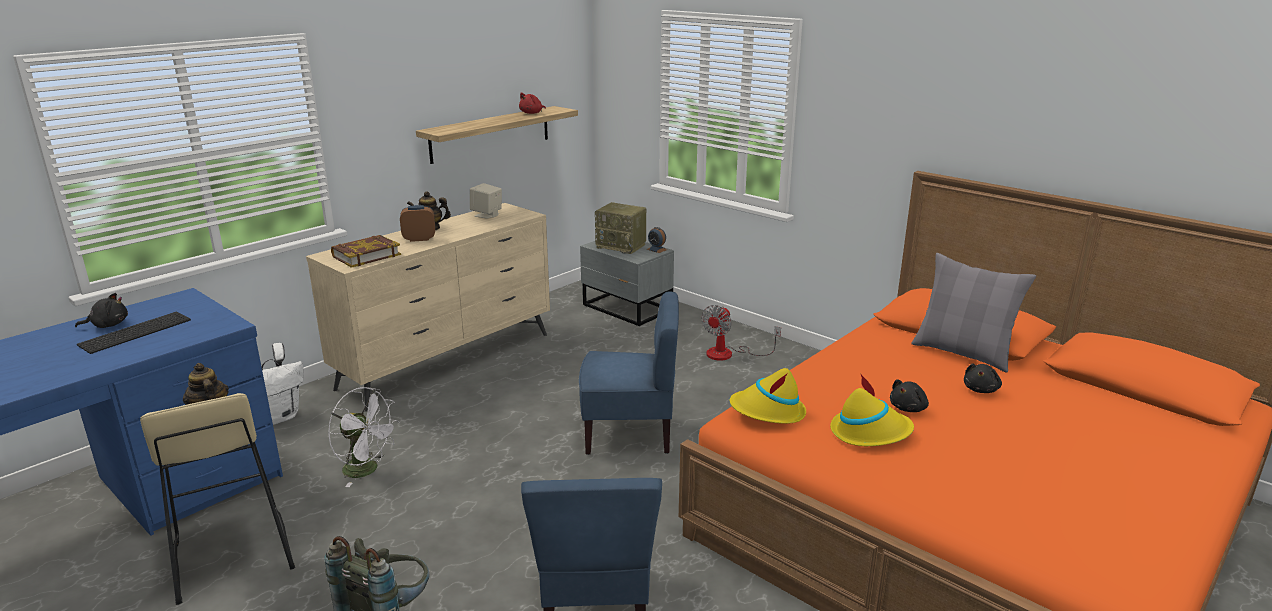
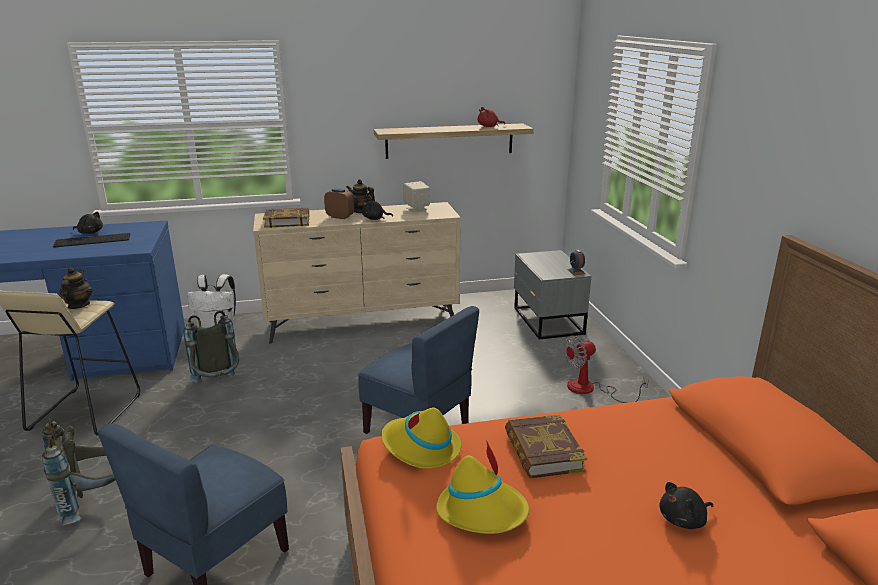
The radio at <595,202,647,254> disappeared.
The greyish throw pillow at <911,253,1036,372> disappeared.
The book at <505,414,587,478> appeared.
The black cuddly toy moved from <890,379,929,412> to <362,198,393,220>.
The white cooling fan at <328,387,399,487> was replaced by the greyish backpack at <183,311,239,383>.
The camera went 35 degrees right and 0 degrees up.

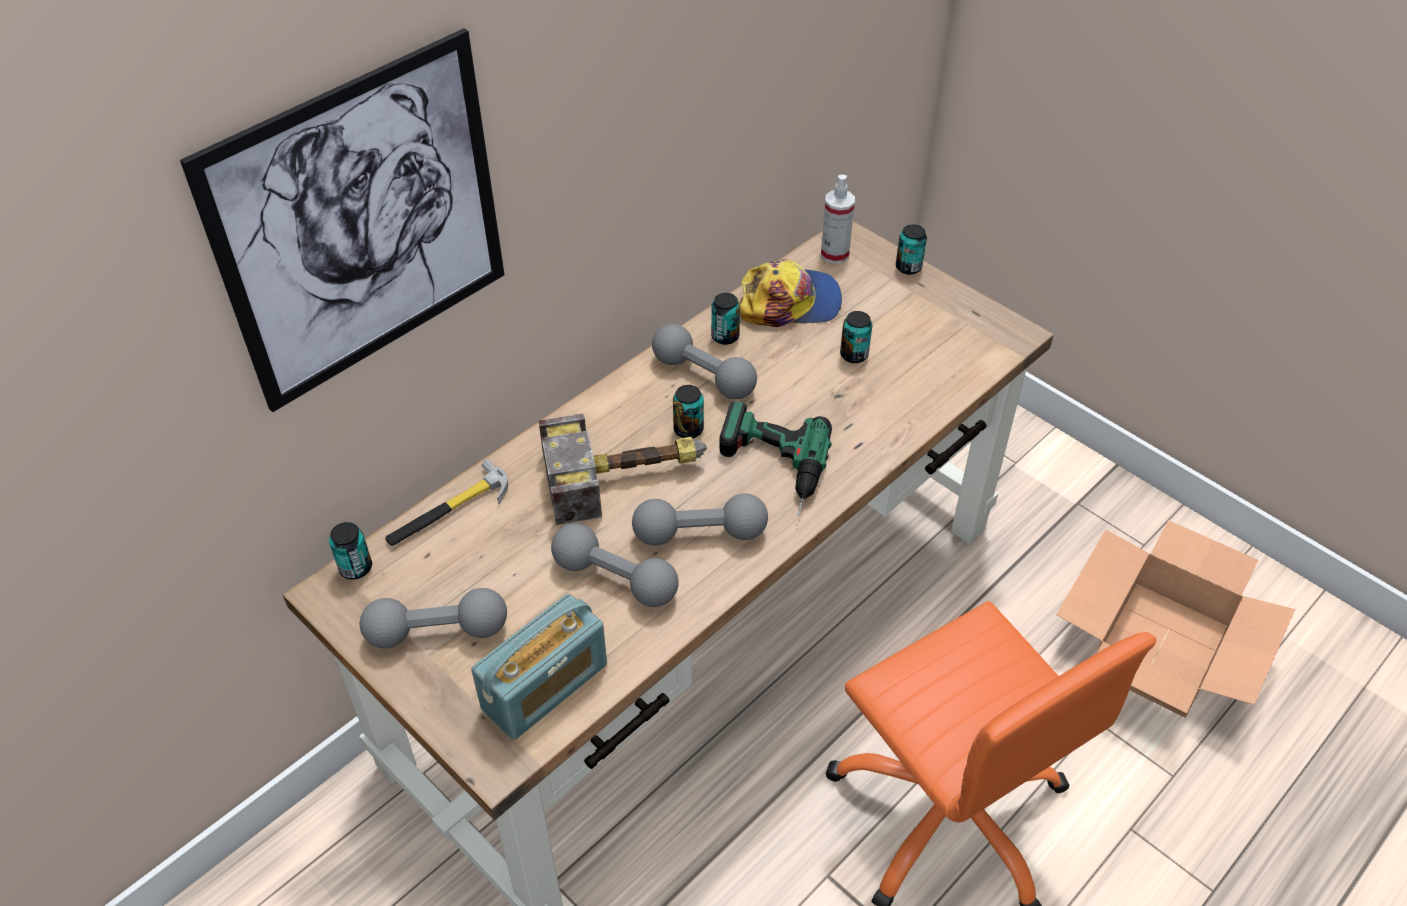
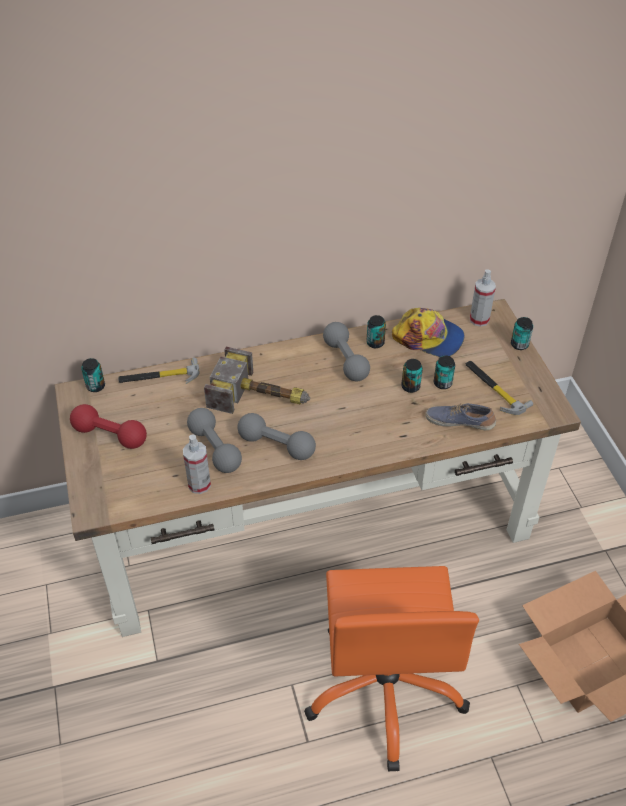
The wall art at <180,28,505,412> disappeared.
The radio at <471,594,607,740> disappeared.
The drill at <719,401,832,516> disappeared.
The hand sprayer at <183,435,211,494> appeared.
The item of footwear at <425,403,496,430> appeared.
The hand hammer at <466,361,533,415> appeared.
The can moved from <673,385,704,439> to <401,359,423,393>.
The greyish dumbbell at <359,588,507,648> became the red-coloured dumbbell at <70,404,147,449>.
The camera went 30 degrees right and 0 degrees up.

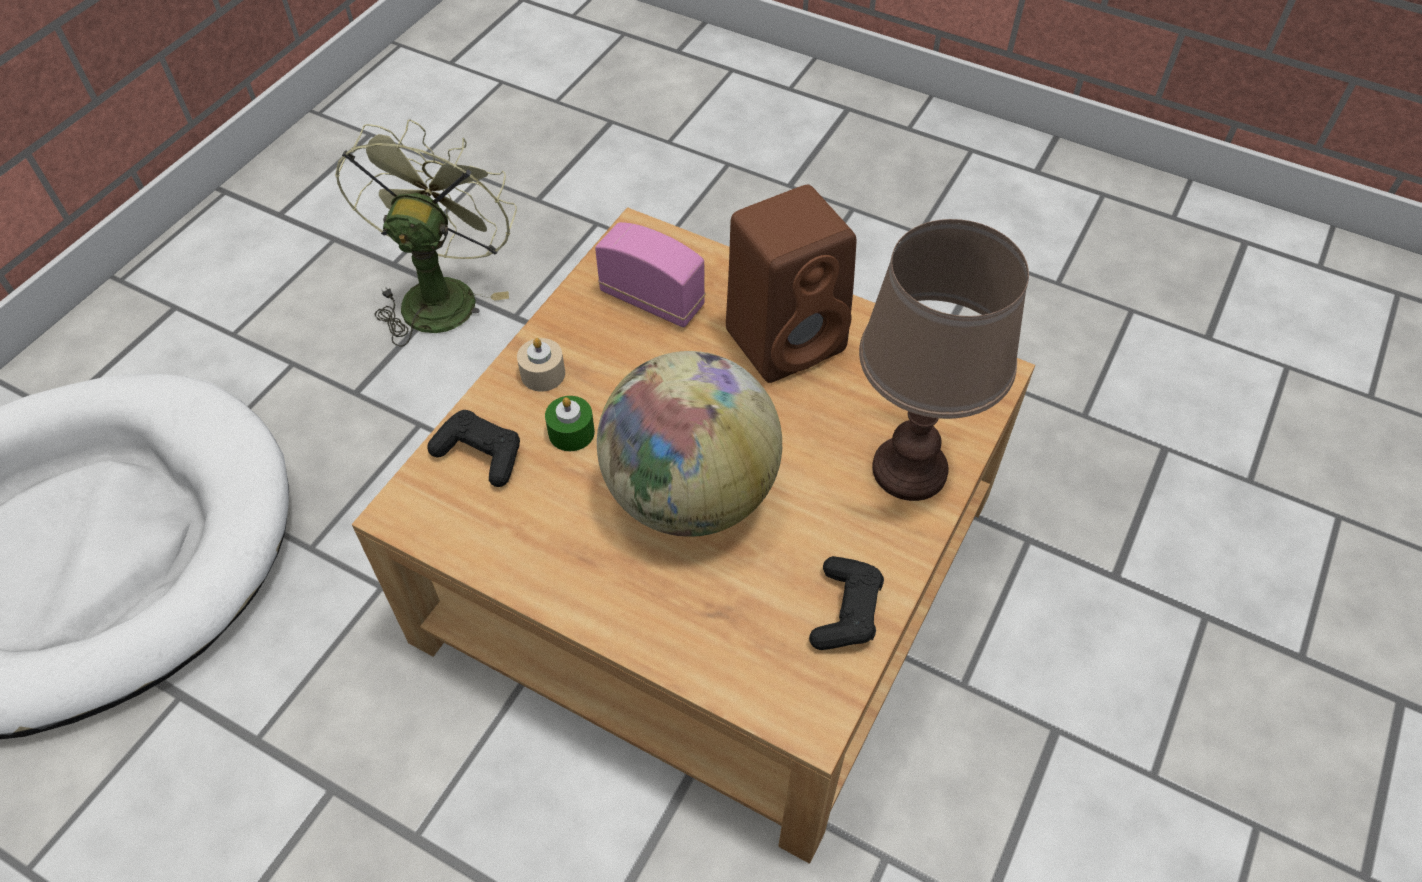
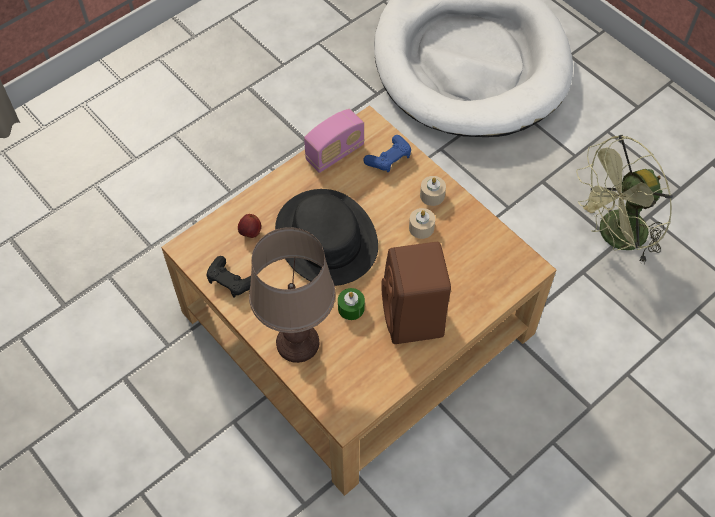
The apple at <238,214,261,238> appeared.
The sand-coloured wax light at <409,208,435,239> appeared.
The green-coloured wax light moved from <545,396,595,451> to <338,288,365,320>.
The radio moved from <595,222,705,328> to <304,109,365,173>.
The desk globe at <597,351,782,537> was replaced by the black hat at <275,189,378,286>.
The black game controller at <427,410,520,487> became the blue game controller at <363,135,411,173>.
The green-coloured cooling fan at <335,120,517,347> turned 120 degrees clockwise.
The camera went 110 degrees right and 5 degrees up.

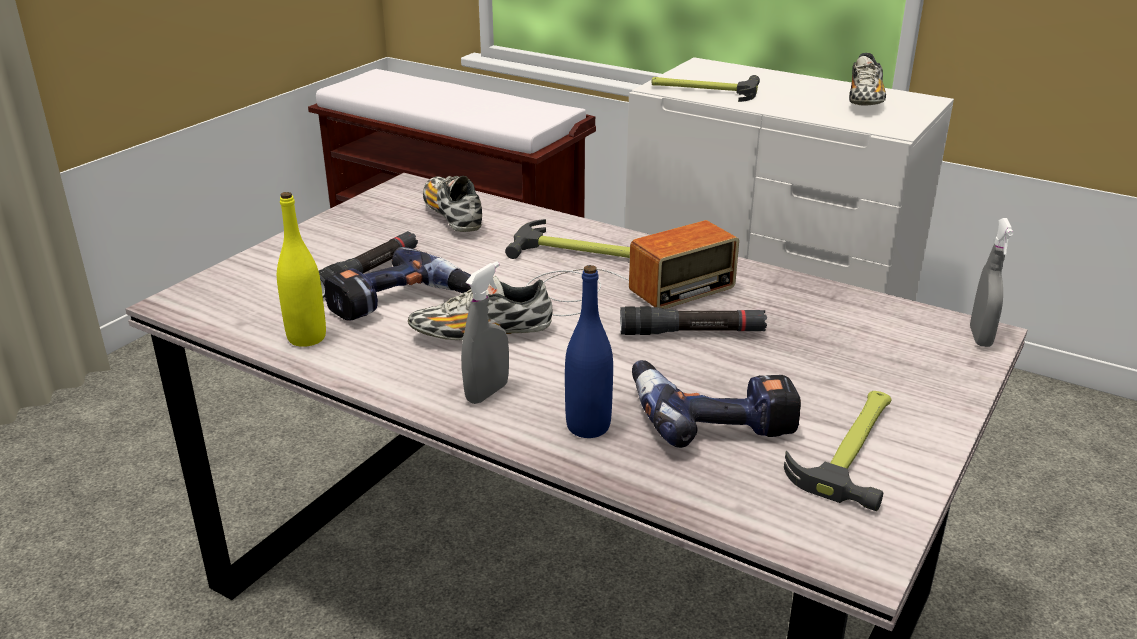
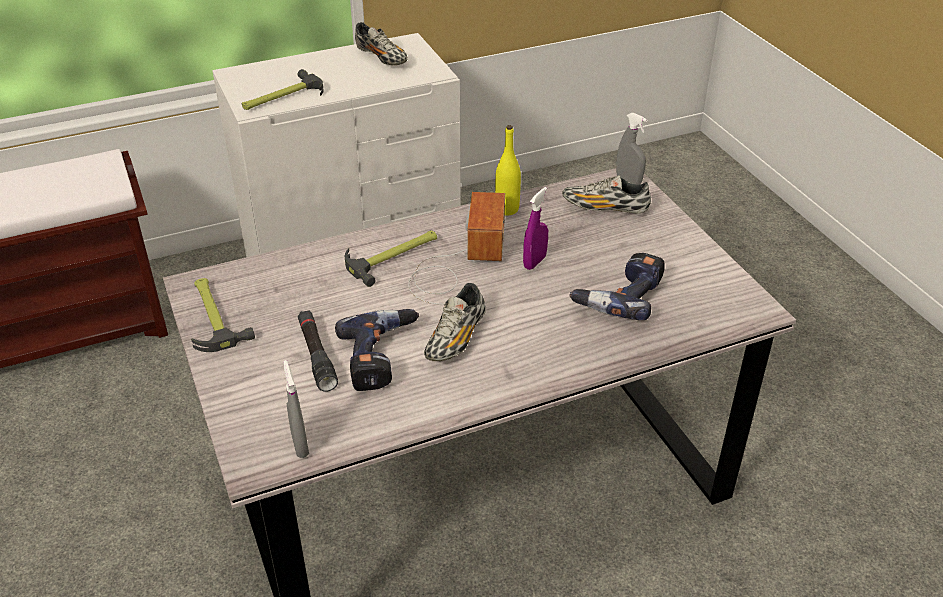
The blue beverage bottle at <565,265,613,438> disappeared.
The yellow-coloured beverage bottle moved from <277,192,326,347> to <495,125,521,216>.
The item of footwear moved from <423,176,482,232> to <562,175,651,214>.
The greyish hand sprayer moved from <461,261,509,404> to <284,360,309,458>.
The hand hammer moved from <784,391,891,511> to <191,278,255,352>.
The black flashlight at <620,307,767,335> was replaced by the purple hand sprayer at <523,187,548,270>.
The camera went 55 degrees left and 10 degrees up.

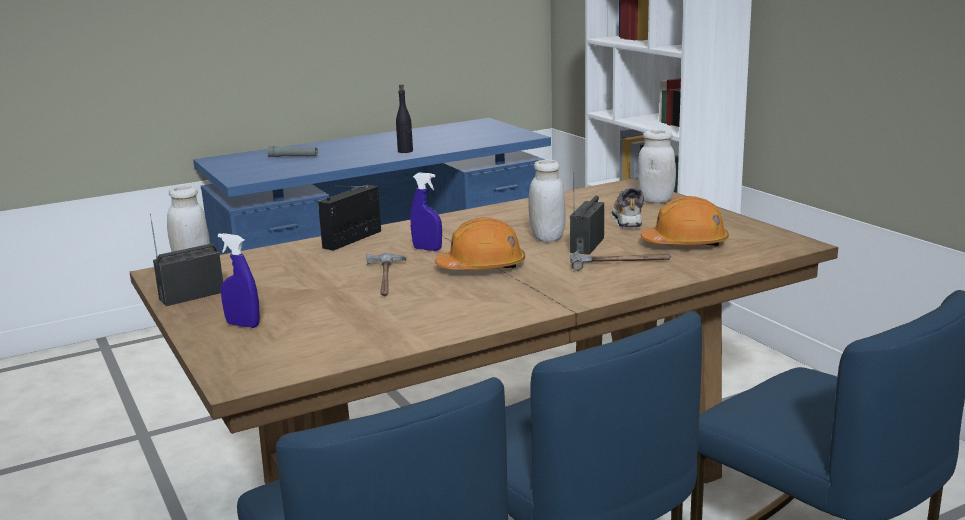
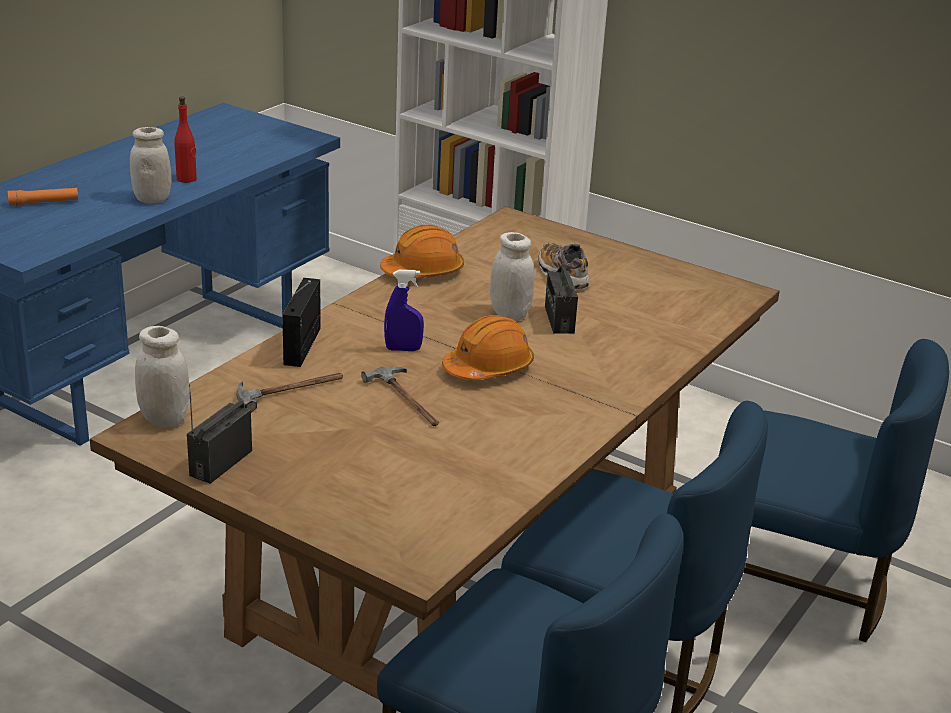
The blue hand sprayer at <218,233,260,328> disappeared.
The hand hammer moved from <571,250,671,271> to <236,373,343,413>.
The white jar moved from <638,130,676,203> to <130,127,172,204>.
The orange-coloured safety helmet moved from <641,196,729,247> to <380,225,464,278>.
The greyish flashlight at <267,146,318,157> became the orange-coloured flashlight at <8,188,78,206>.
The black beverage bottle at <396,84,413,153> became the red-coloured beverage bottle at <174,96,197,183>.
The camera went 30 degrees left and 10 degrees up.

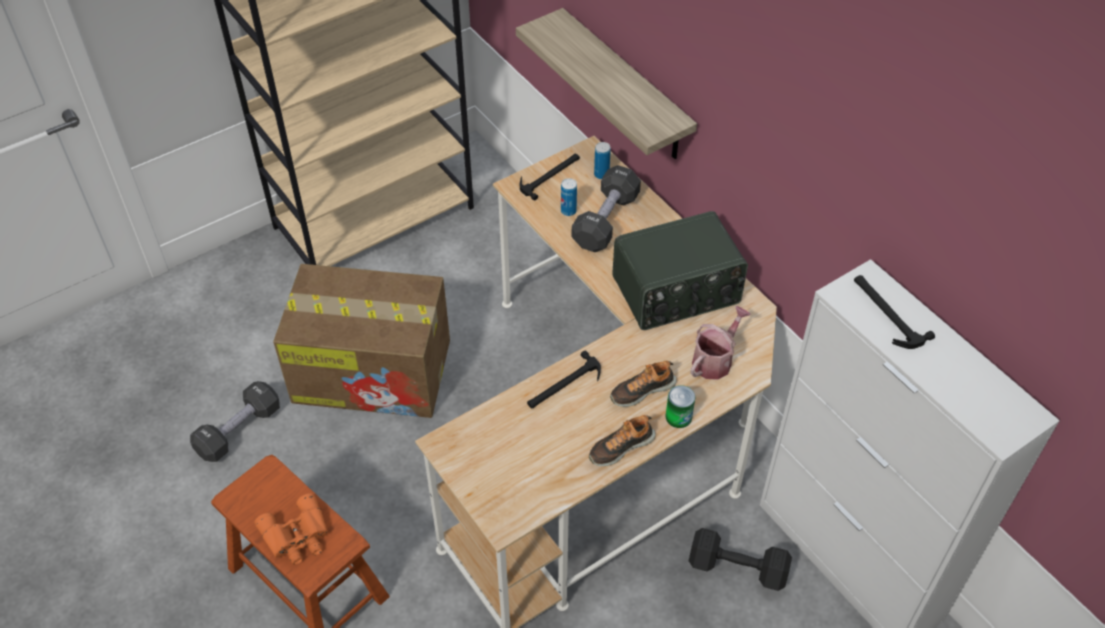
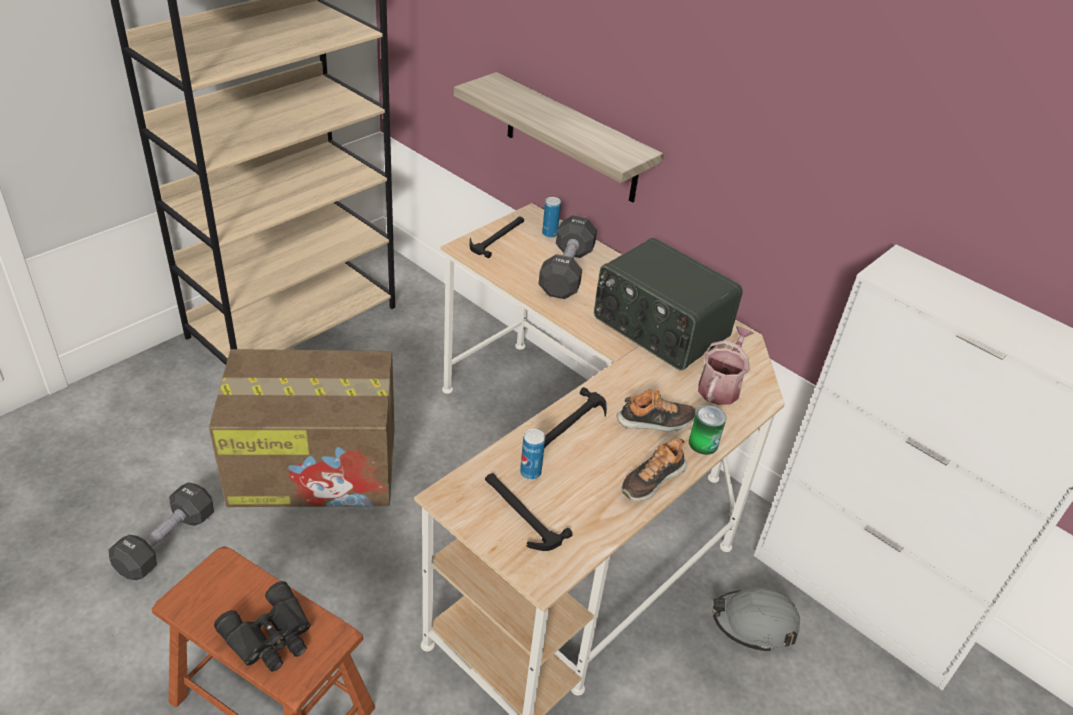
The can moved from <561,178,577,216> to <520,429,545,480>.
The hand hammer moved from <854,275,935,349> to <485,473,573,551>.
The black dumbbell at <689,528,792,591> was replaced by the greyish safety helmet at <713,587,800,652>.
The orange-coloured binoculars at <254,493,328,565> became the black binoculars at <214,581,310,672>.
The item of footwear at <610,360,677,407> turned 150 degrees counterclockwise.
The radio at <612,211,748,330> turned 75 degrees clockwise.
The camera went 15 degrees left and 10 degrees down.

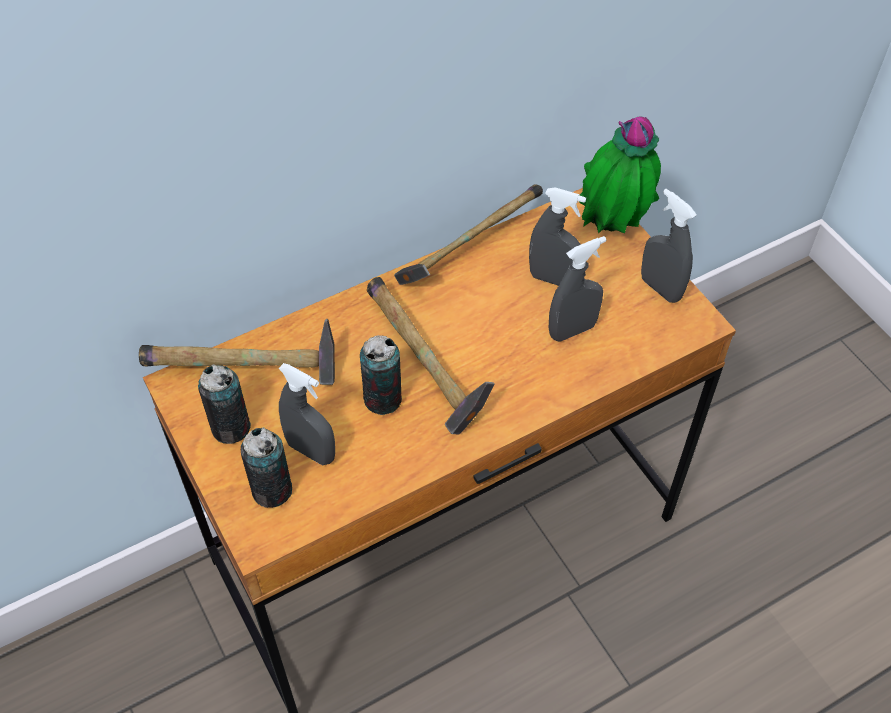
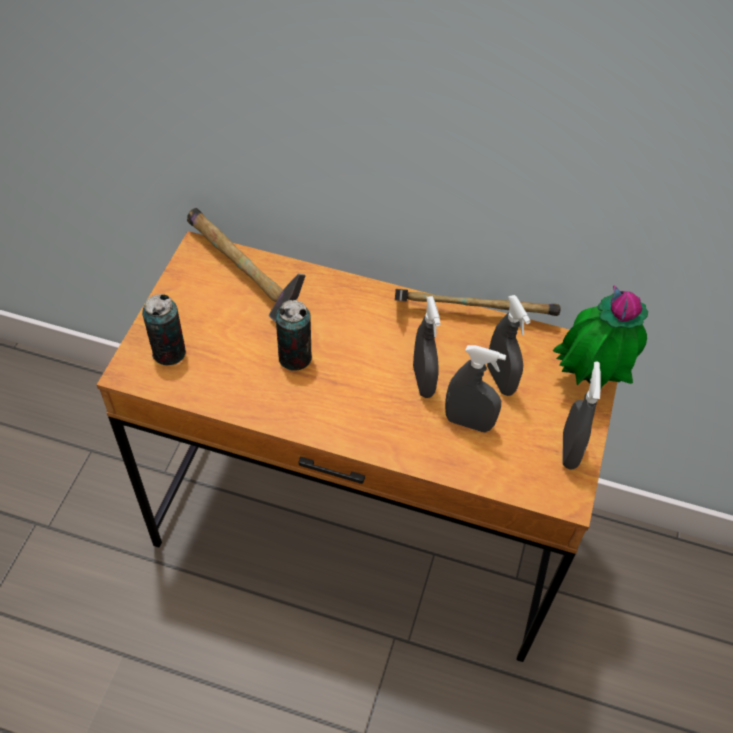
The can at <198,364,251,444> disappeared.
The hand hammer at <367,277,495,434> disappeared.
The greyish hand sprayer moved from <278,363,335,465> to <413,296,440,398>.
The camera went 45 degrees right and 0 degrees up.

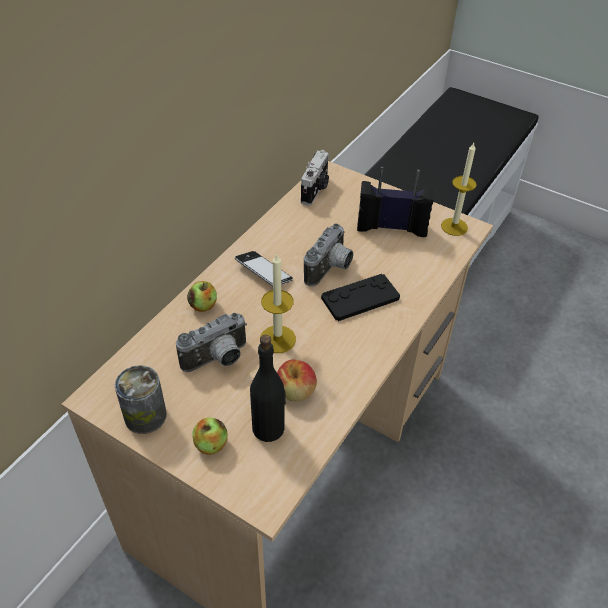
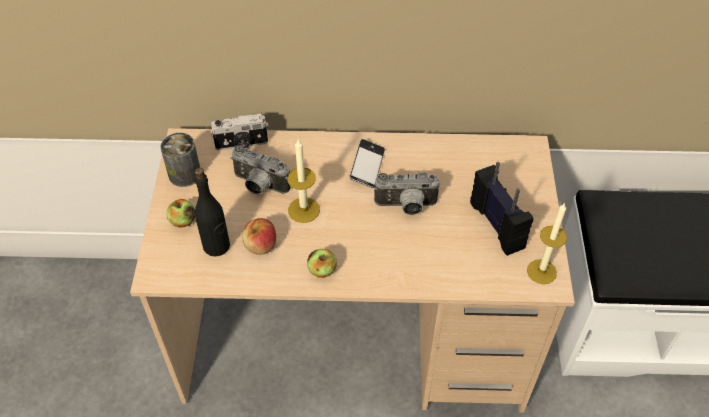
The black game controller at <321,274,400,321> disappeared.
The apple moved from <187,281,217,312> to <307,249,337,278>.
The photo camera moved from <301,150,329,206> to <210,114,269,150>.
The camera went 60 degrees right and 5 degrees up.

